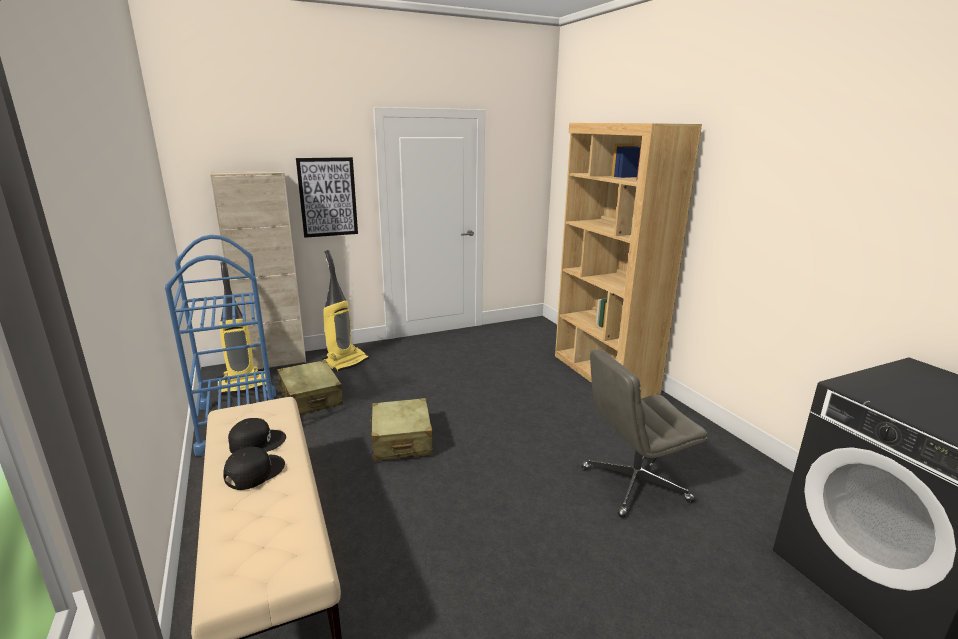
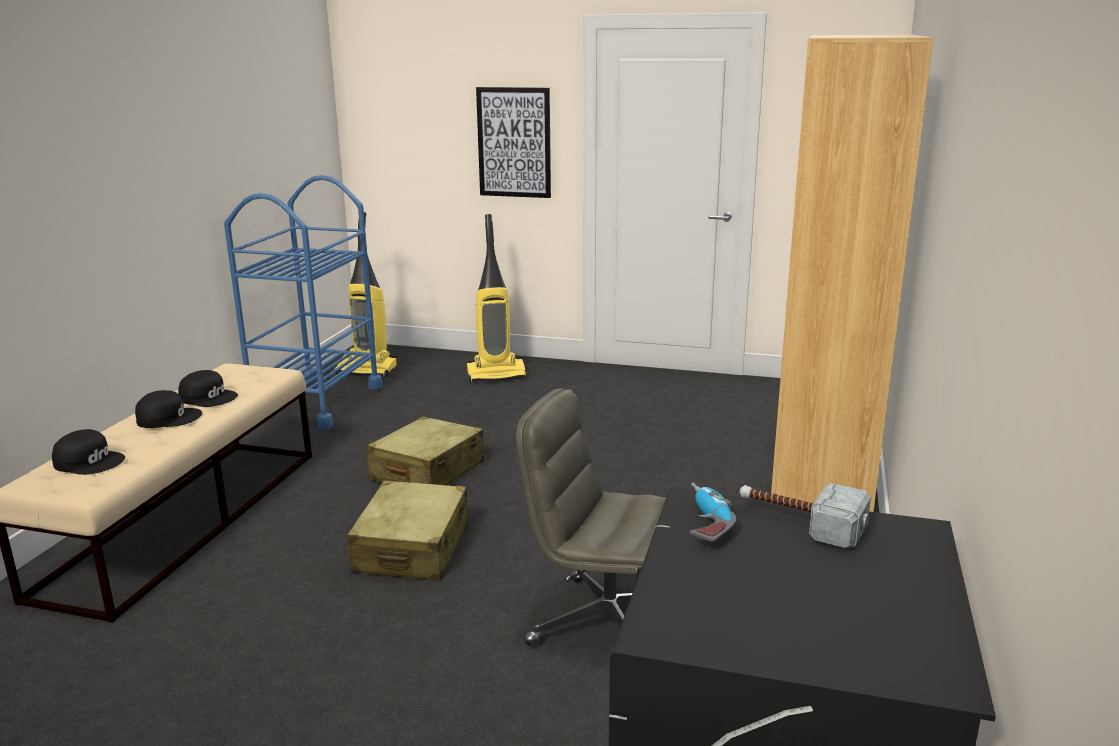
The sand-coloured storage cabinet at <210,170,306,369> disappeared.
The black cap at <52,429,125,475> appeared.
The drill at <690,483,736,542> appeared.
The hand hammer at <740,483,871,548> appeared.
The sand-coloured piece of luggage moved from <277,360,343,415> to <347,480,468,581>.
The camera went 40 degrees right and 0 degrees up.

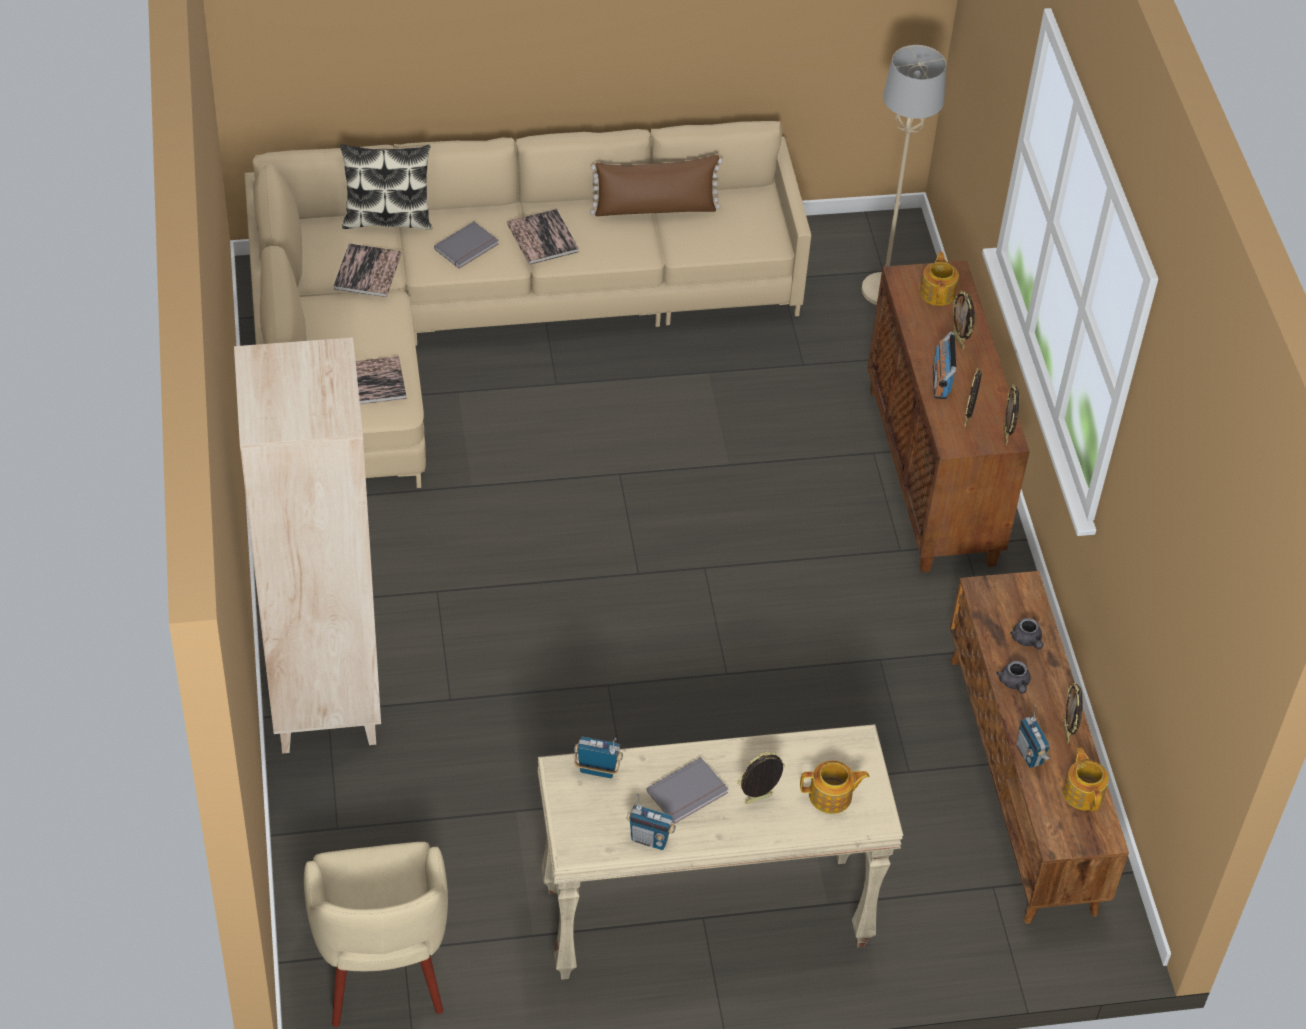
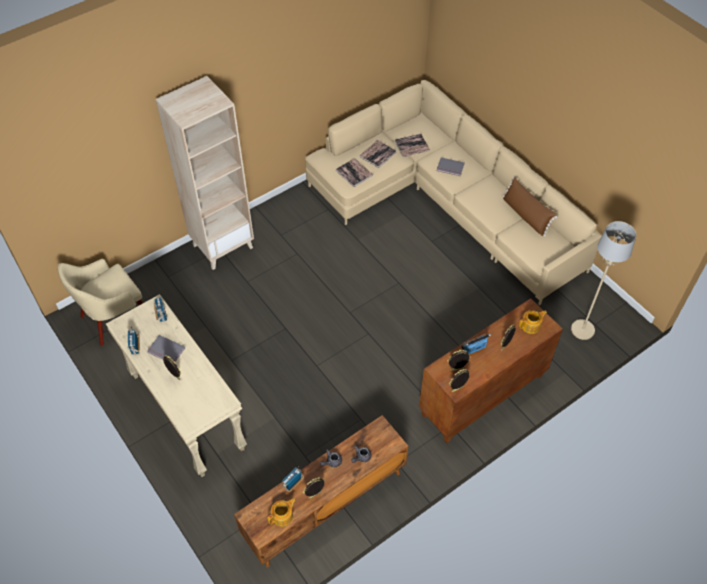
The throw pillow at <340,144,432,229> disappeared.
The teapot at <800,761,869,814> disappeared.
The book moved from <507,209,579,264> to <360,140,396,168>.
The camera went 65 degrees right and 5 degrees up.

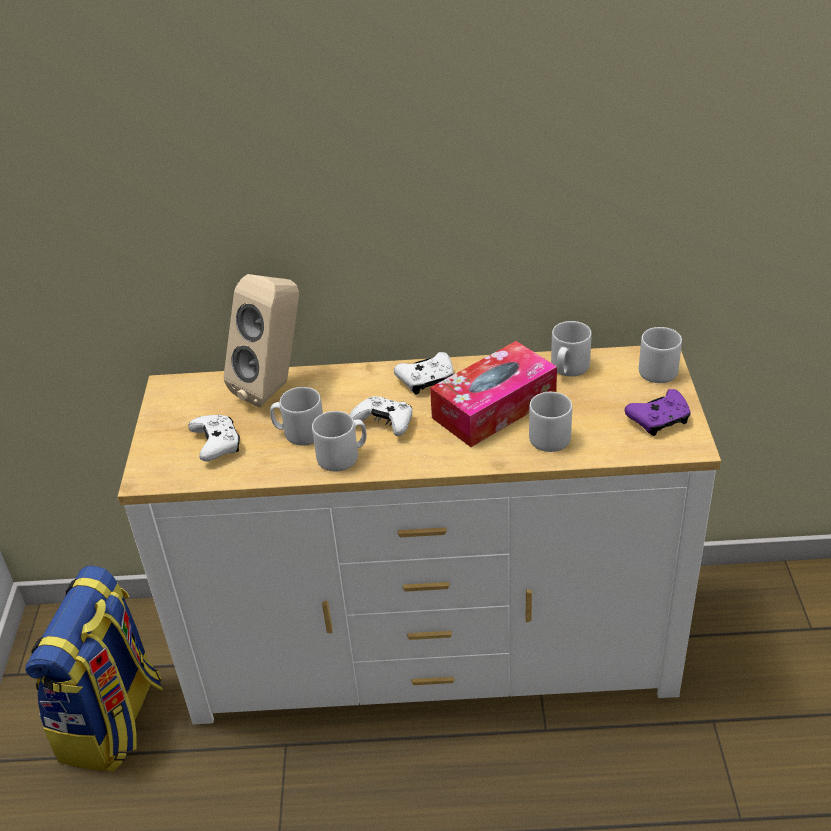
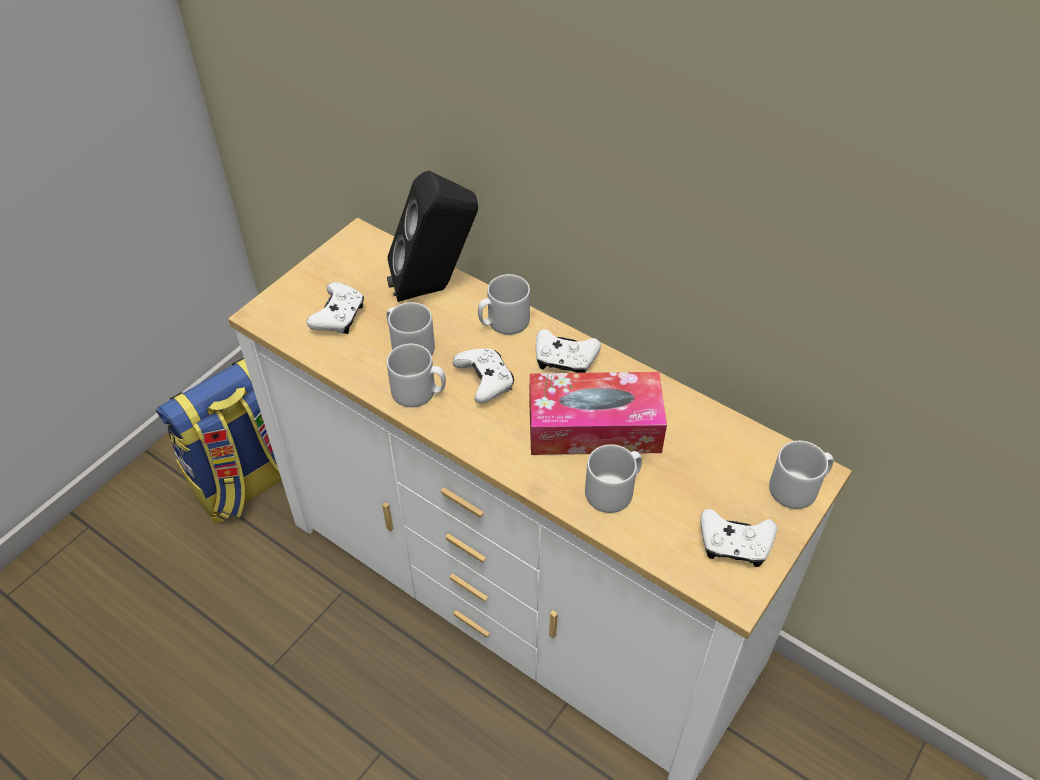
The greyish coffee mug moved from <551,321,592,377> to <478,274,530,335>.
The sand-coloured audio speaker at <224,274,299,407> became the black audio speaker at <387,171,478,302>.
The purple game controller at <625,389,691,436> became the white game controller at <700,509,777,567>.
The camera went 35 degrees right and 10 degrees up.

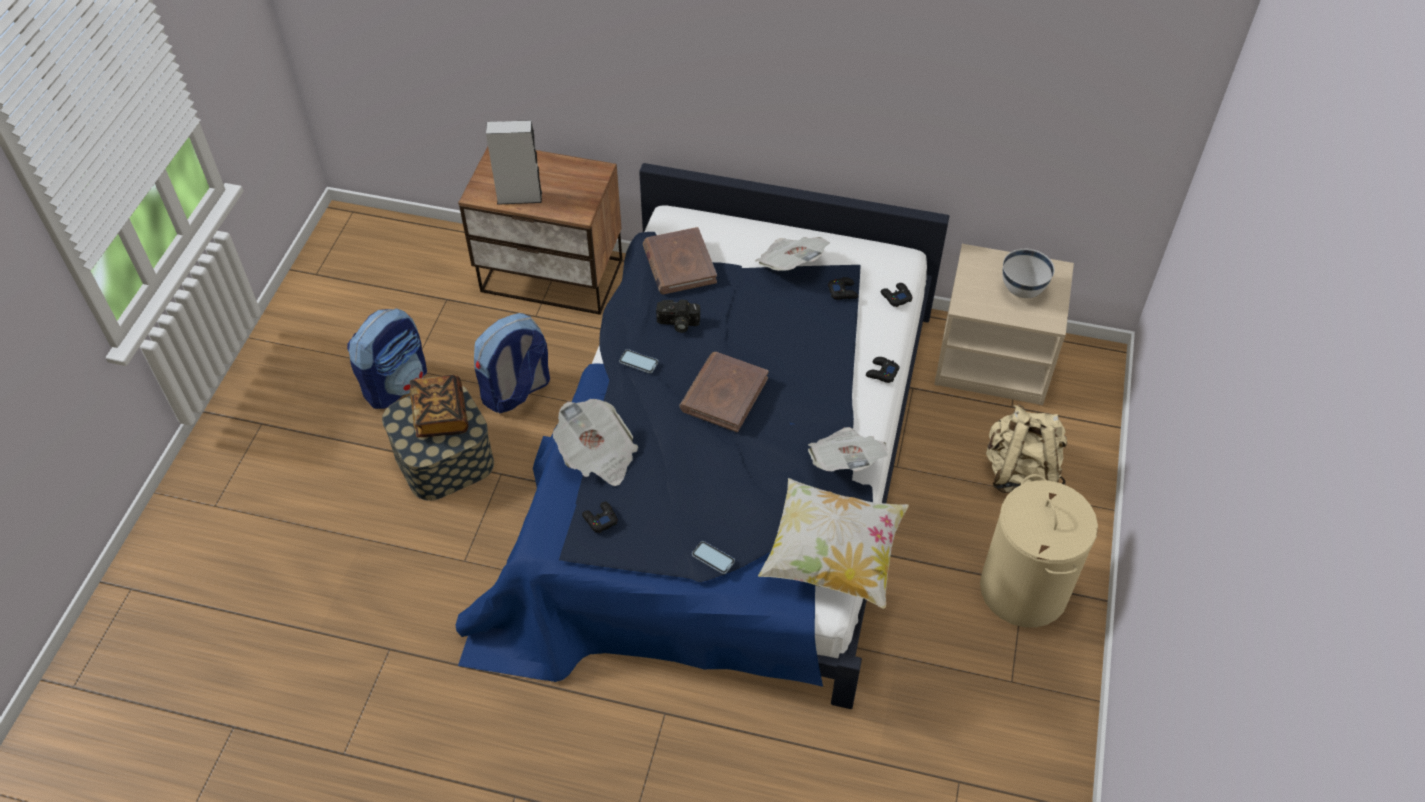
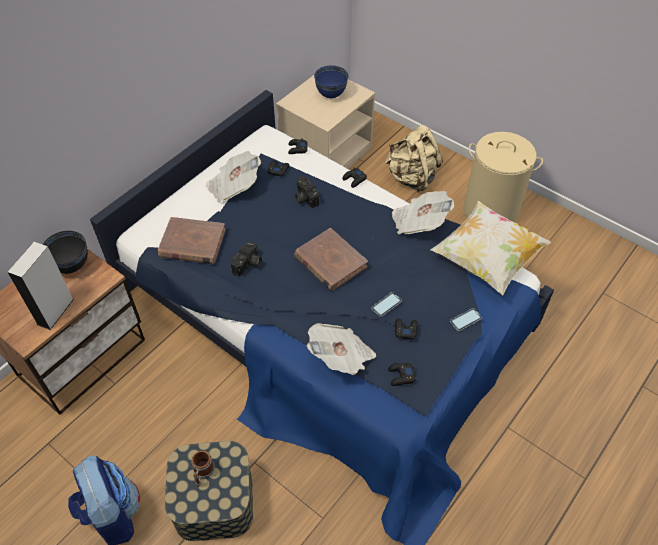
The backpack at <474,313,550,414> disappeared.
The black serving bowl at <43,231,88,274> appeared.
The photo camera at <295,176,319,208> appeared.
The black game controller at <395,319,418,340> appeared.
The telephone moved from <619,349,658,373> to <371,292,402,317>.
The book at <410,375,469,437> was replaced by the coffee mug at <191,451,215,487>.
The white serving bowl at <1002,249,1055,298> became the blue serving bowl at <314,65,348,98>.
The camera went 65 degrees left and 0 degrees up.

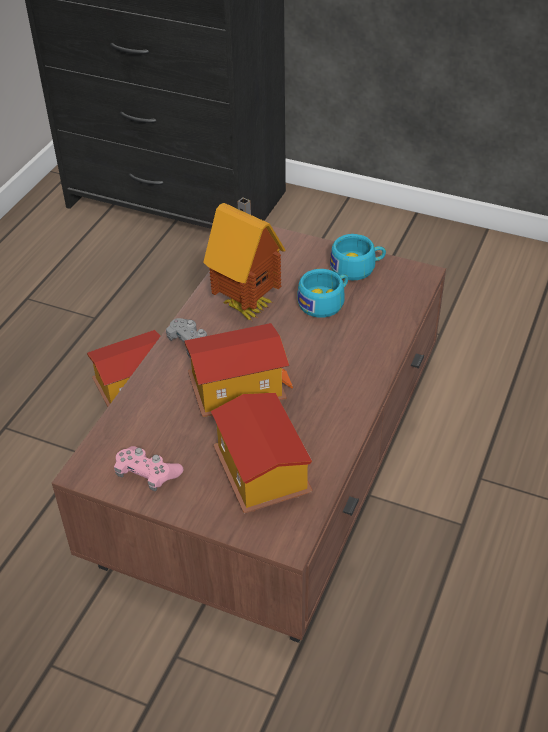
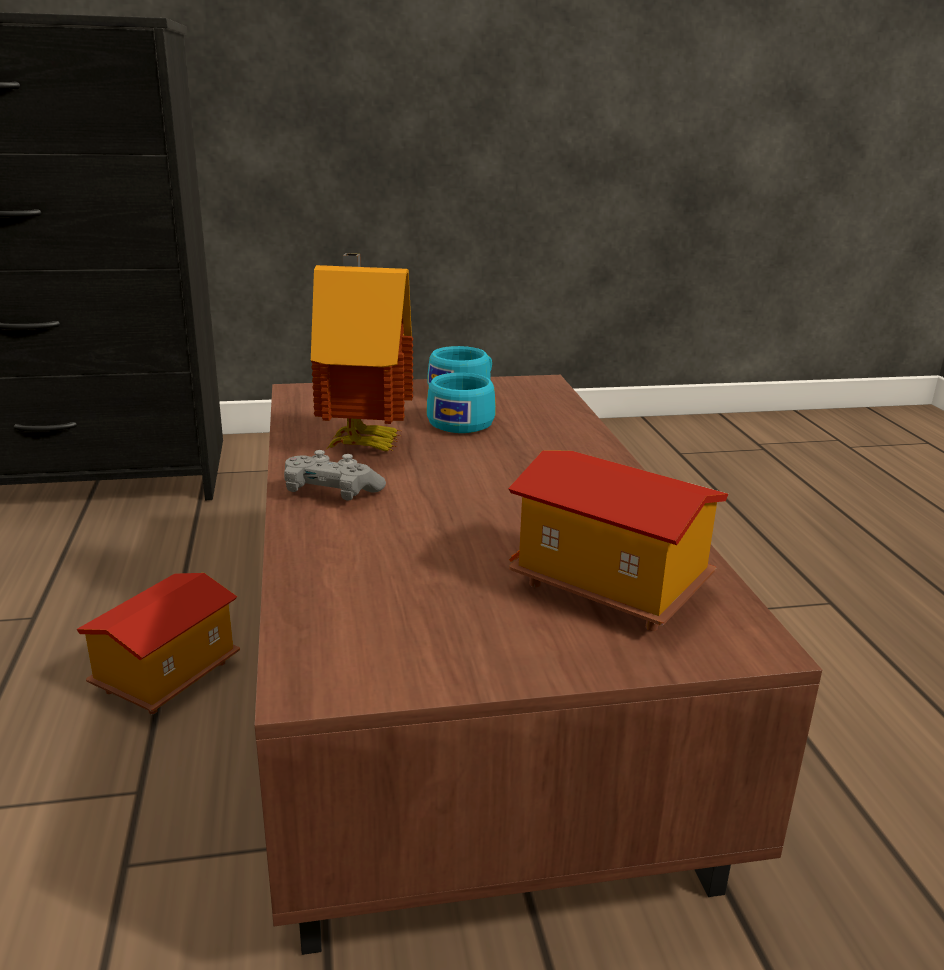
The pink game controller at <114,446,184,491> disappeared.
The toy house at <184,323,293,417> disappeared.
The camera went 35 degrees left and 20 degrees down.

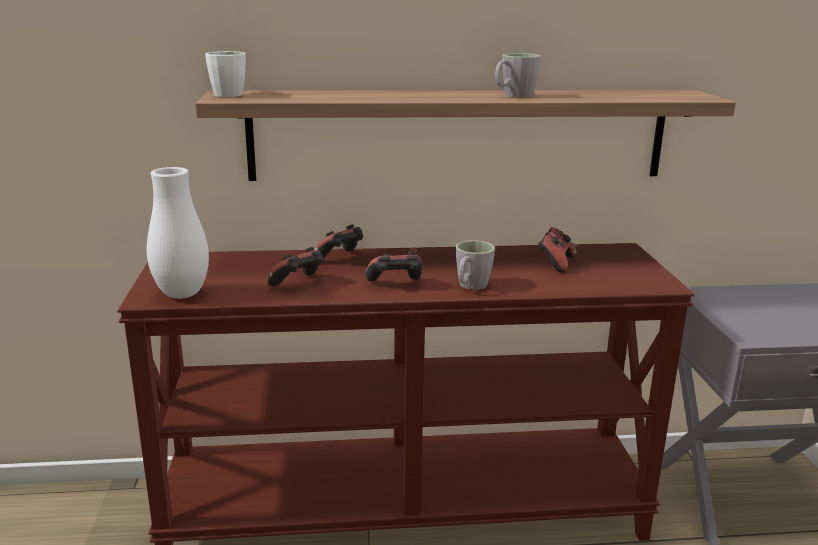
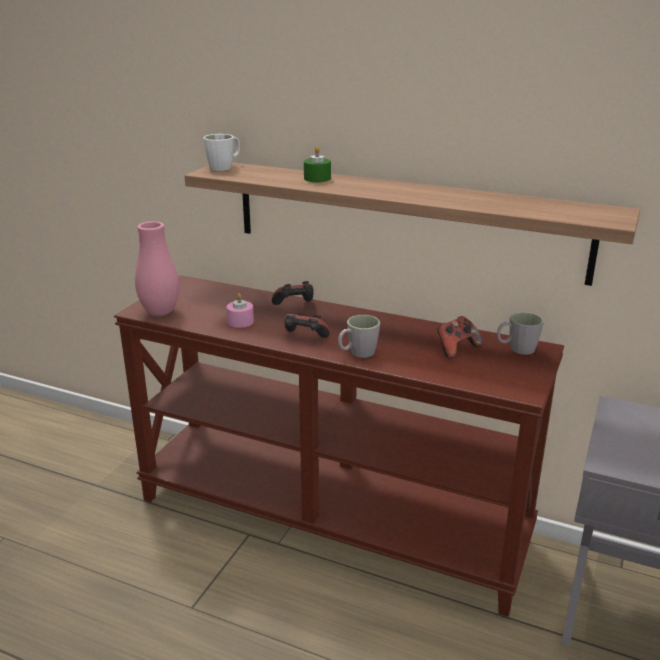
The green-coloured wax light at <304,146,331,182> appeared.
The greyish coffee mug moved from <495,53,541,97> to <497,312,544,355>.
The game controller at <267,247,323,286> was replaced by the pink wax light at <227,293,254,328>.
The white decorative vase at <147,167,209,299> became the pink decorative vase at <135,221,179,316>.
The camera went 30 degrees right and 5 degrees up.

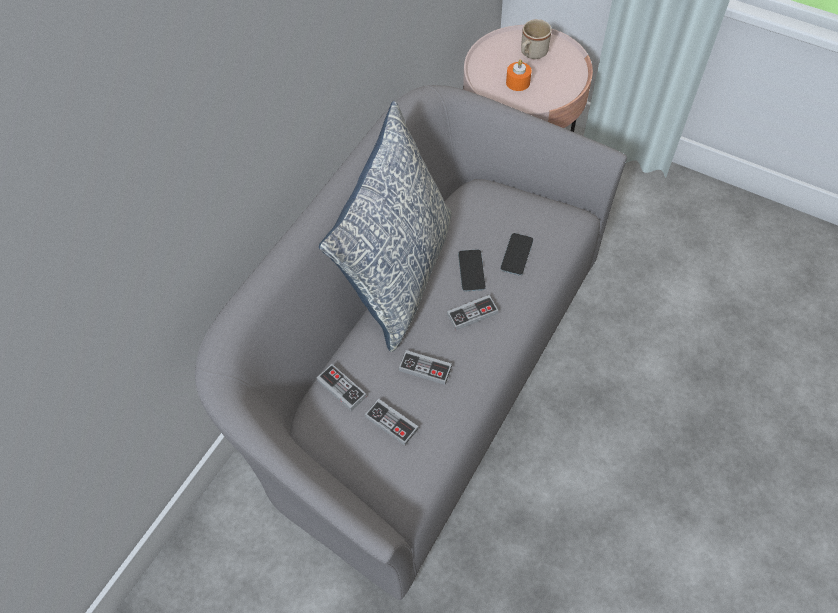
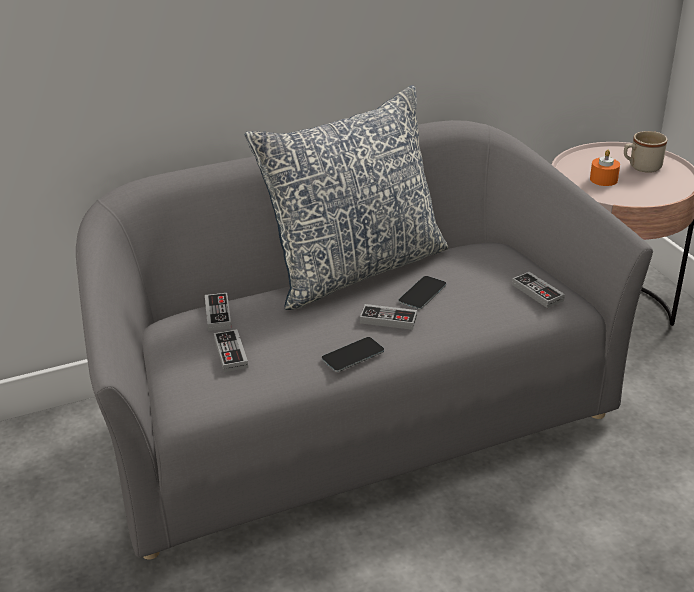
The game controller moved from <399,350,452,385> to <512,272,565,308>.
The telephone moved from <500,233,533,275> to <322,337,384,372>.
The camera went 35 degrees right and 25 degrees down.

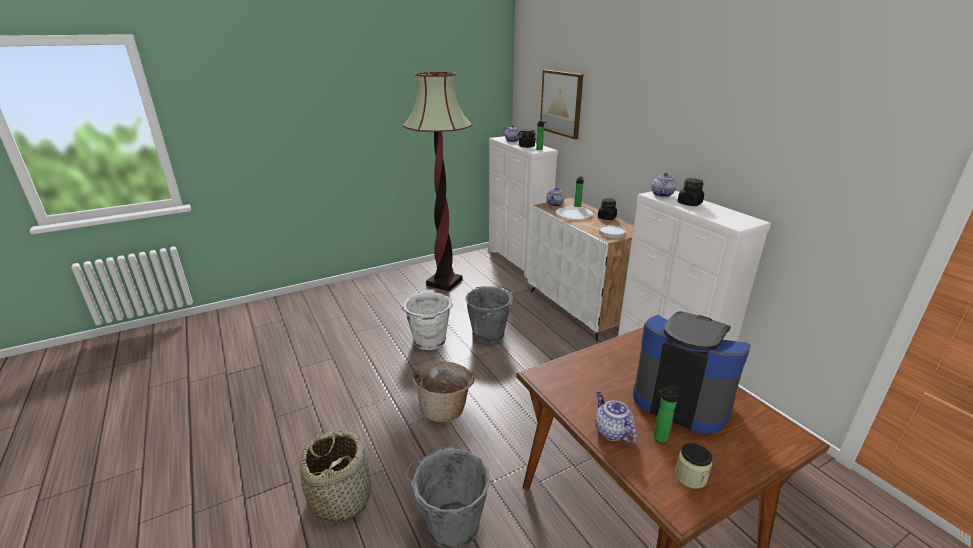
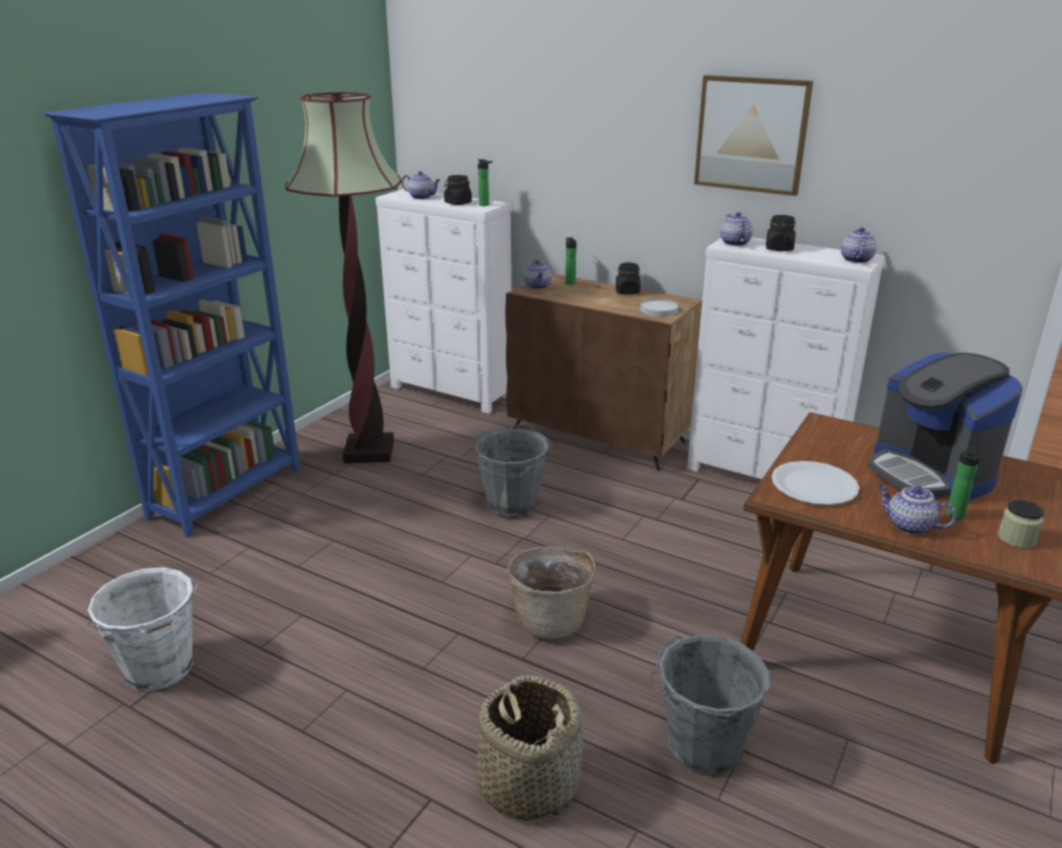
The blue bookcase at <43,92,301,537> appeared.
The teapot at <841,227,877,263> appeared.
The white pail moved from <401,292,453,350> to <88,567,198,691>.
The wall art moved from <540,70,583,139> to <694,75,813,196>.
The white flat dish moved from <556,207,593,220> to <772,461,860,505>.
The white storage cabinet at <527,198,634,342> became the brown-coloured storage cabinet at <505,274,702,471>.
The coffee maker at <633,311,751,434> turned 120 degrees counterclockwise.
The camera went 30 degrees left and 0 degrees up.

